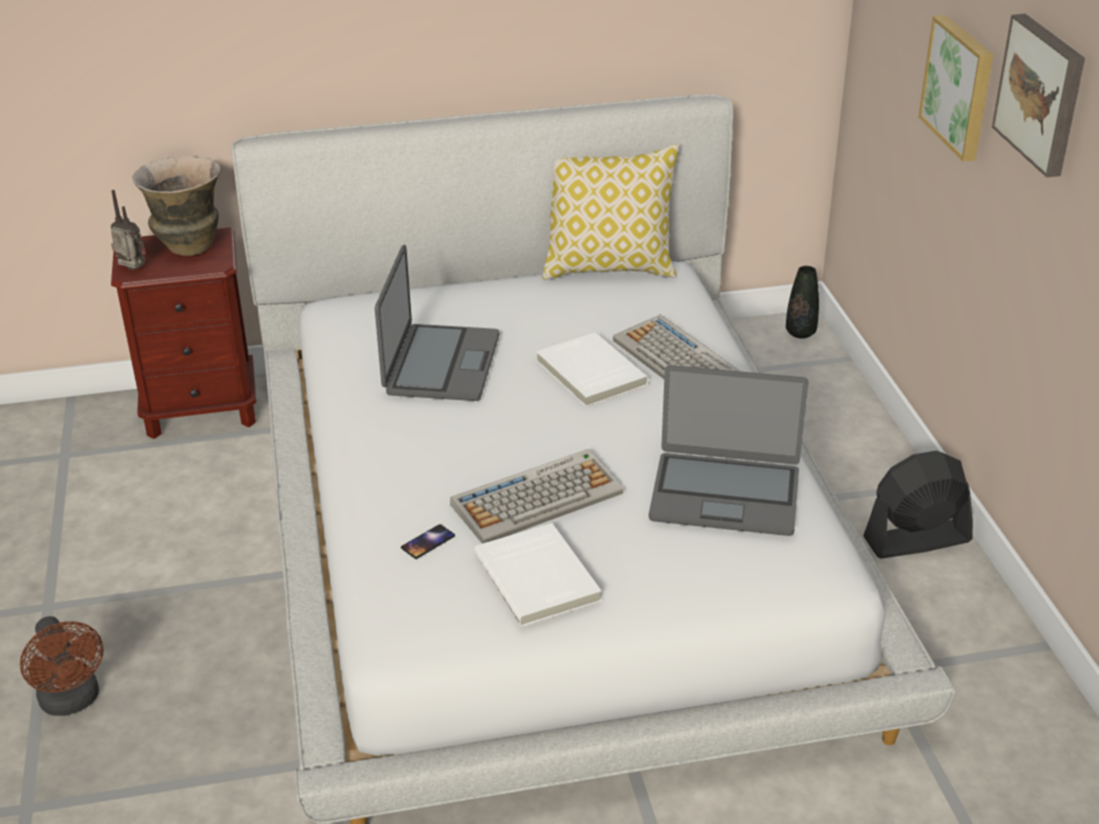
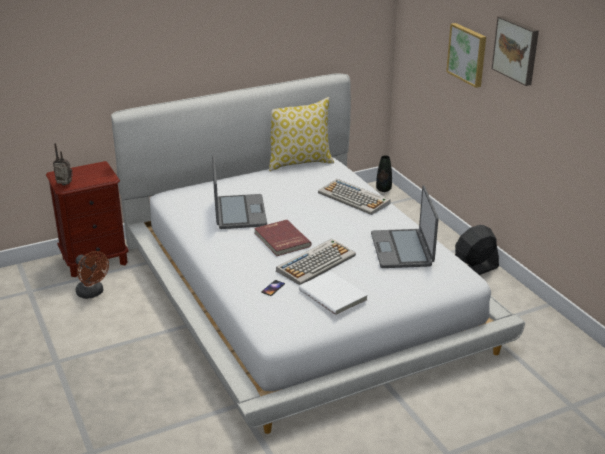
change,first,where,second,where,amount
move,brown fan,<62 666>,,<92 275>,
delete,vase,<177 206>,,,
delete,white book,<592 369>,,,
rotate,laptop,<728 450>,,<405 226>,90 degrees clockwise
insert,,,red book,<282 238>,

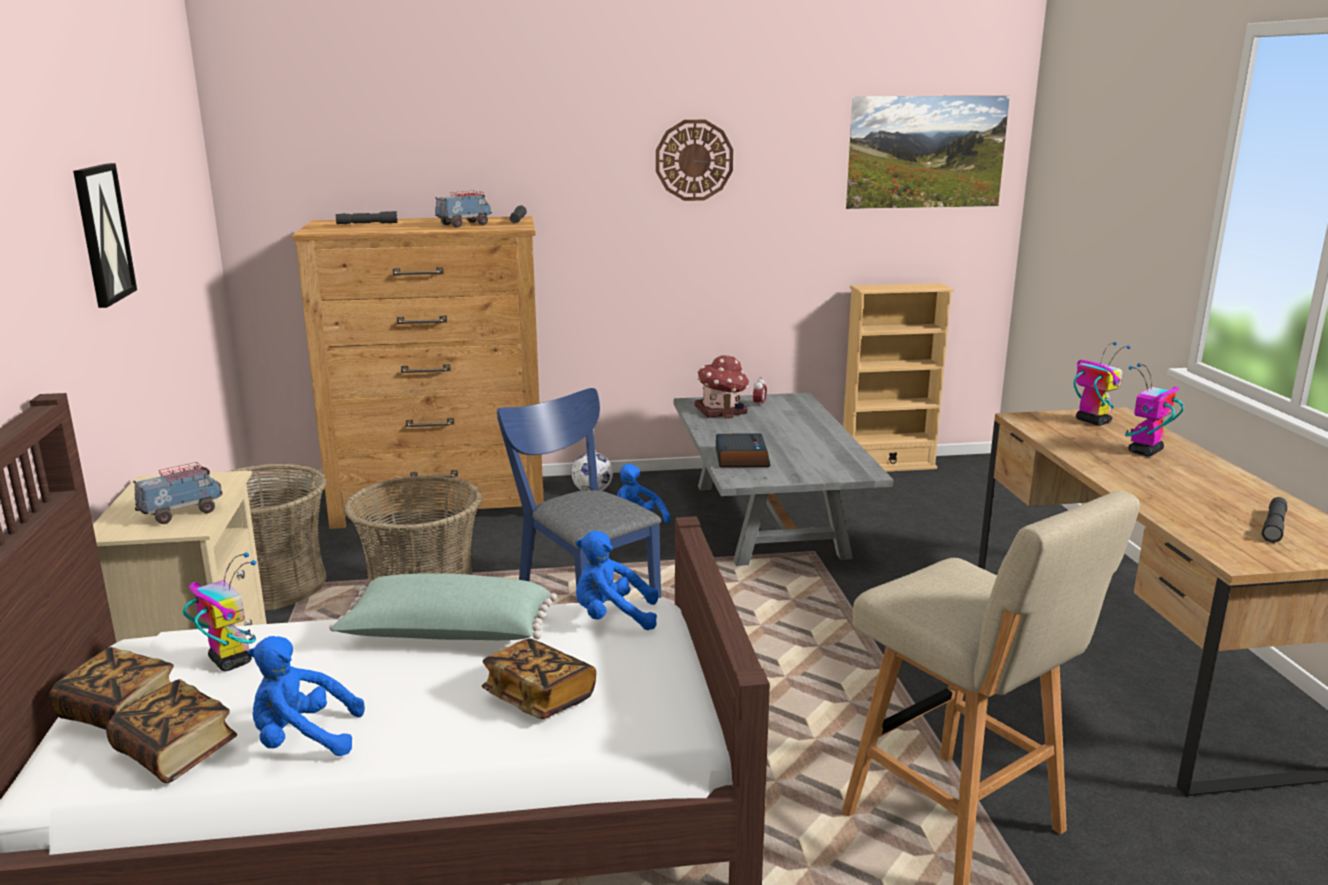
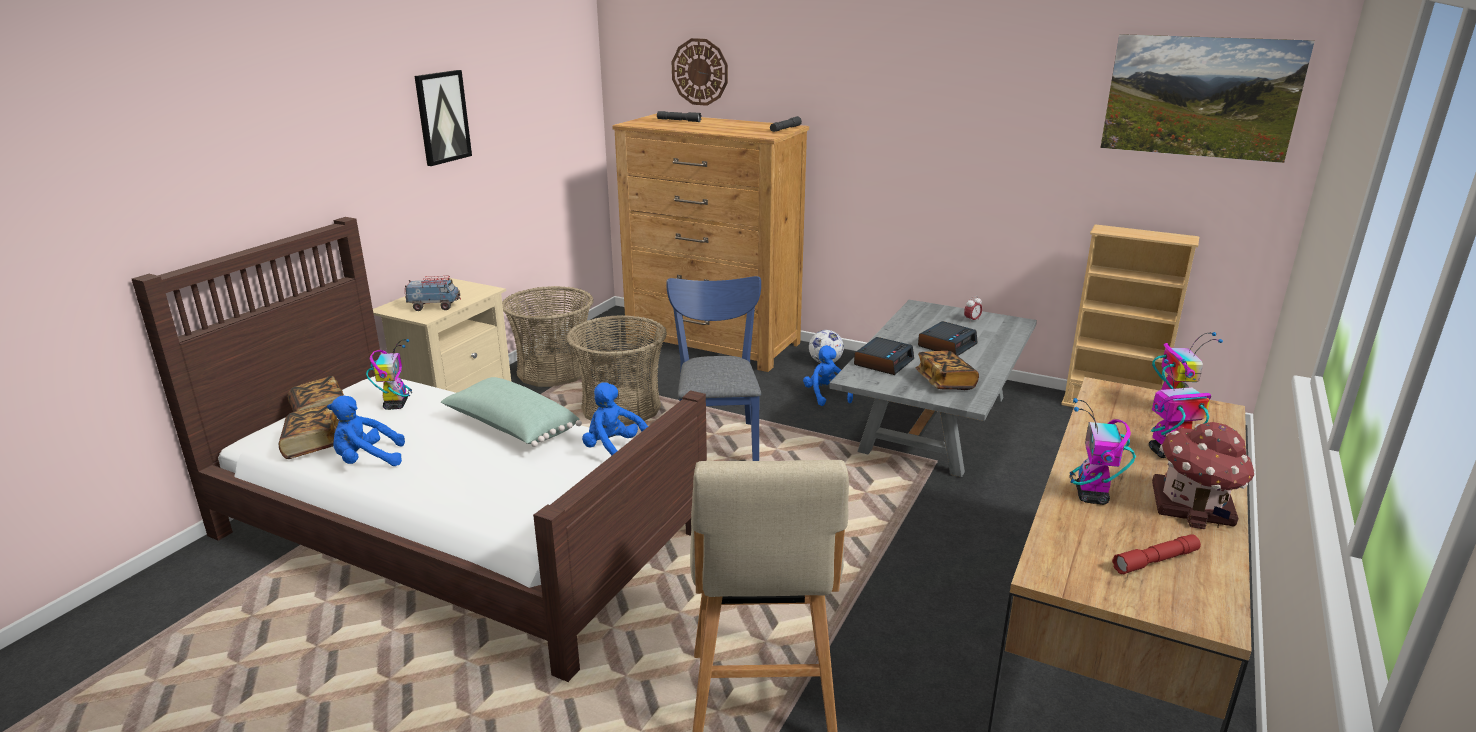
change,first,where,second,where,amount
rotate,blue plush toy,<306 696>,,<366 431>,45 degrees counterclockwise
delete,toy truck,<463 209>,,,
move,book,<539 678>,,<947 370>,
move,wall clock,<694 160>,,<700 72>,
move,toy house,<722 387>,,<1203 475>,
recolor,grey flashlight,<1274 520>,red flashlight,<1156 554>,
insert,,,alarm clock,<948 338>,
insert,,,toy robot,<1102 451>,

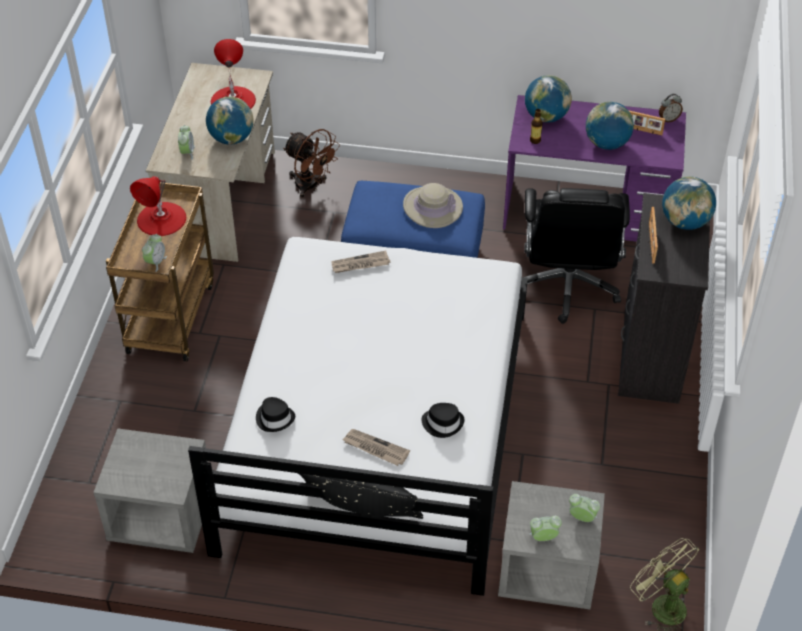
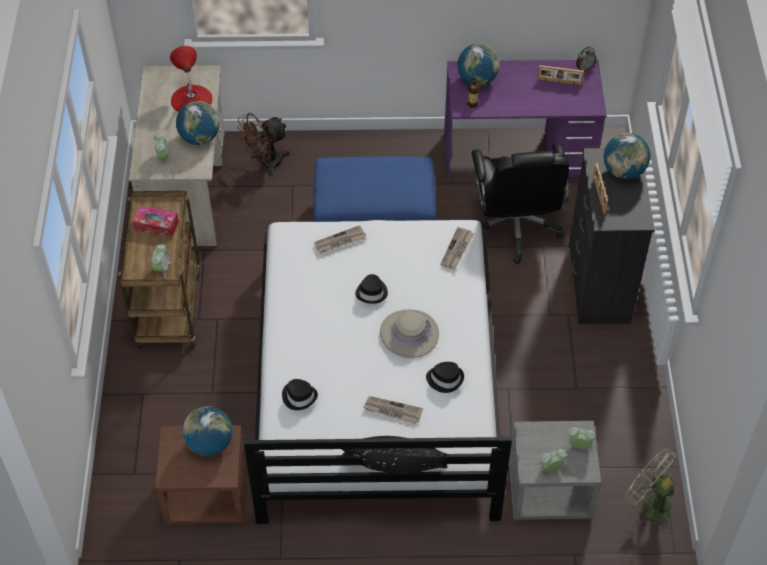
change,first,where,second,where,amount
recolor,grey nightstand,<150 490>,brown nightstand,<201 474>,
replace,red table lamp,<158 206>,tissue box,<156 221>,
rotate,brown fan,<311 163>,,<263 144>,120 degrees clockwise
move,beige hat,<433 205>,,<409 333>,
move,globe,<610 125>,,<208 431>,
insert,,,black hat,<371 289>,
insert,,,newspaper,<457 248>,

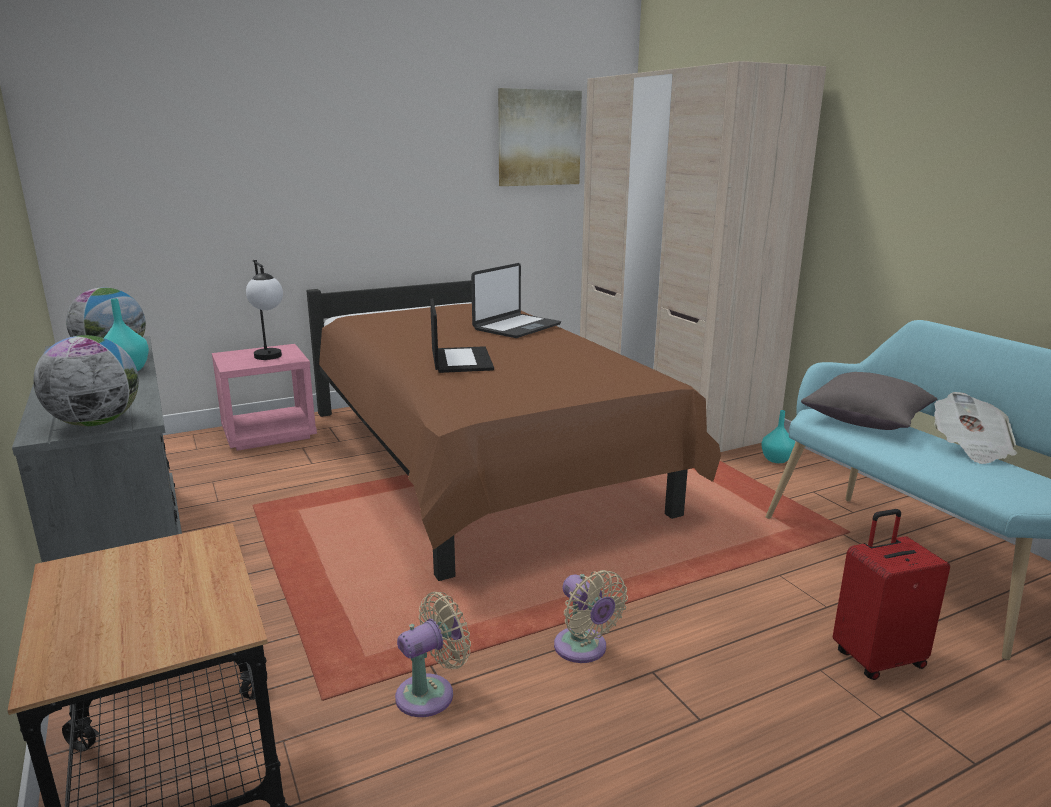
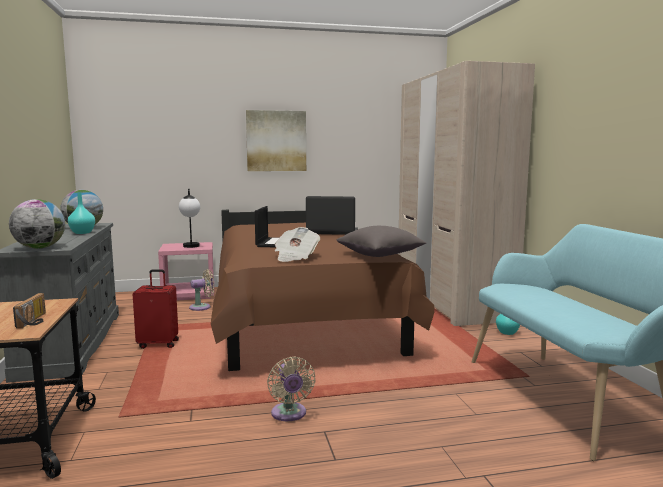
change,first,where,second,where,amount
move,beige fan,<433 654>,,<201 290>,
rotate,laptop,<516 300>,,<332 215>,135 degrees counterclockwise
move,picture,<540 137>,,<276 140>,
move,grey pillow,<869 401>,,<381 241>,
move,red suitcase,<891 594>,,<156 309>,
move,newspaper,<975 428>,,<297 244>,
insert,,,radio,<29 310>,

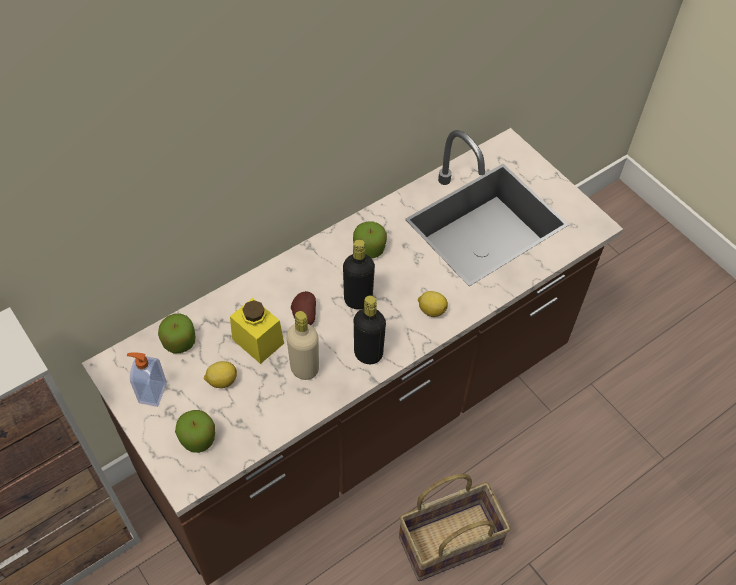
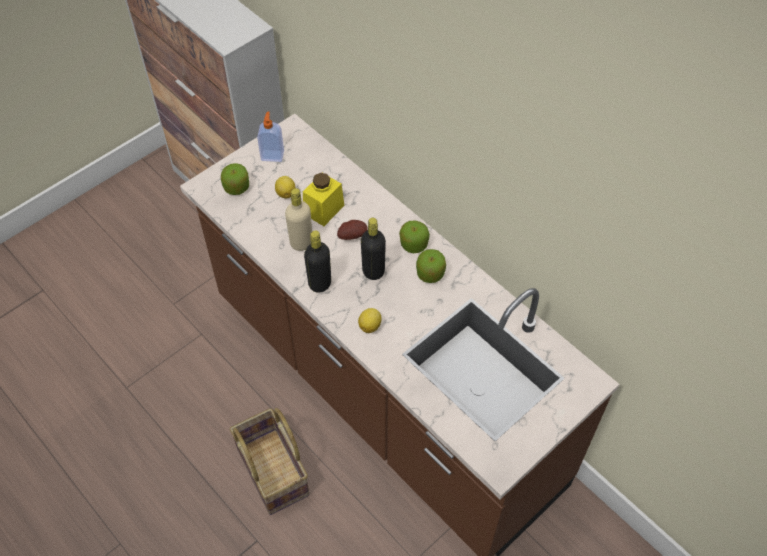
change,first,where,second,where,amount
move,apple,<176 333>,,<414 237>,

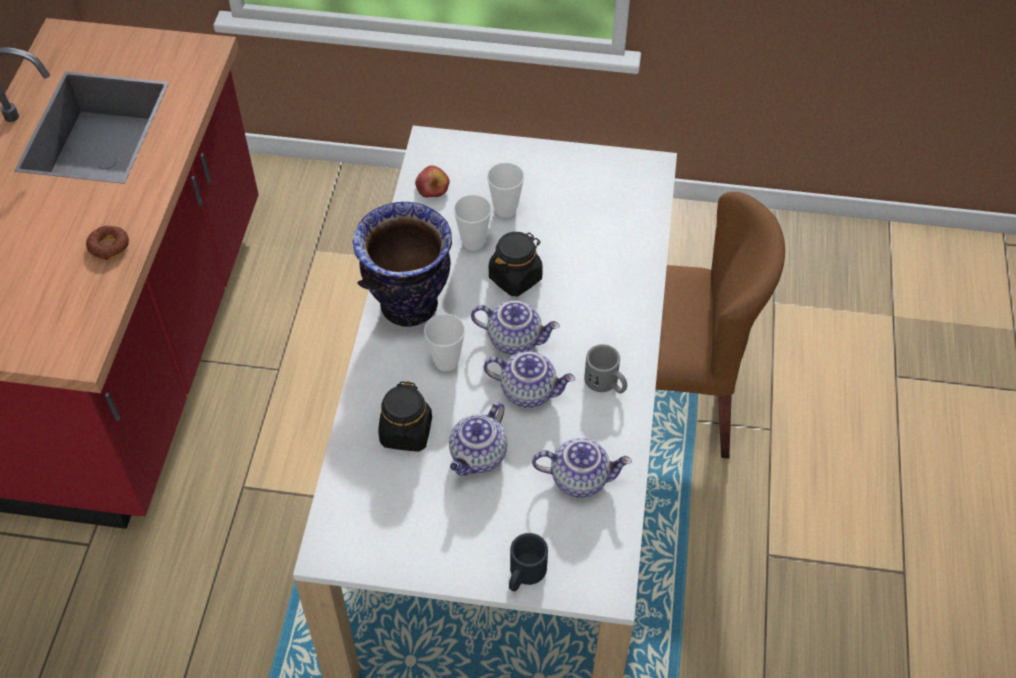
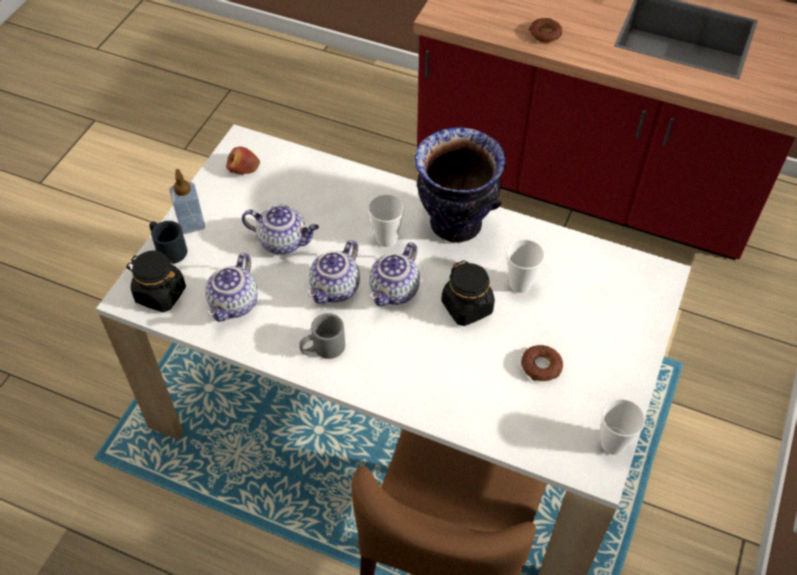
change,first,where,second,where,amount
move,black jar,<405 416>,,<156 281>,
move,apple,<432 181>,,<243 160>,
rotate,teapot,<478 439>,,<280 229>,150 degrees clockwise
move,cup,<506 190>,,<622 427>,
insert,,,soap dispenser,<187 201>,
insert,,,donut,<542 363>,

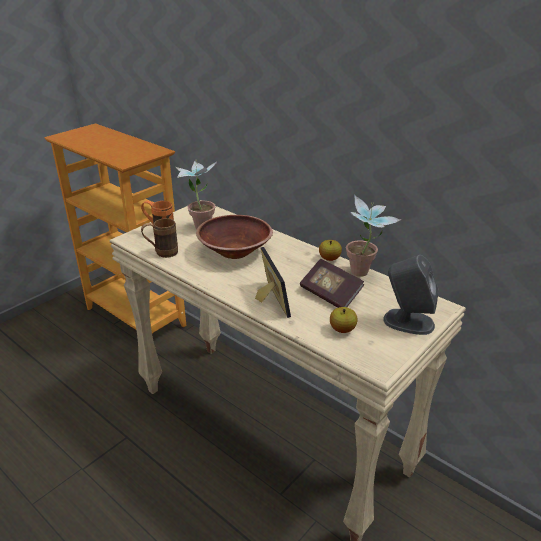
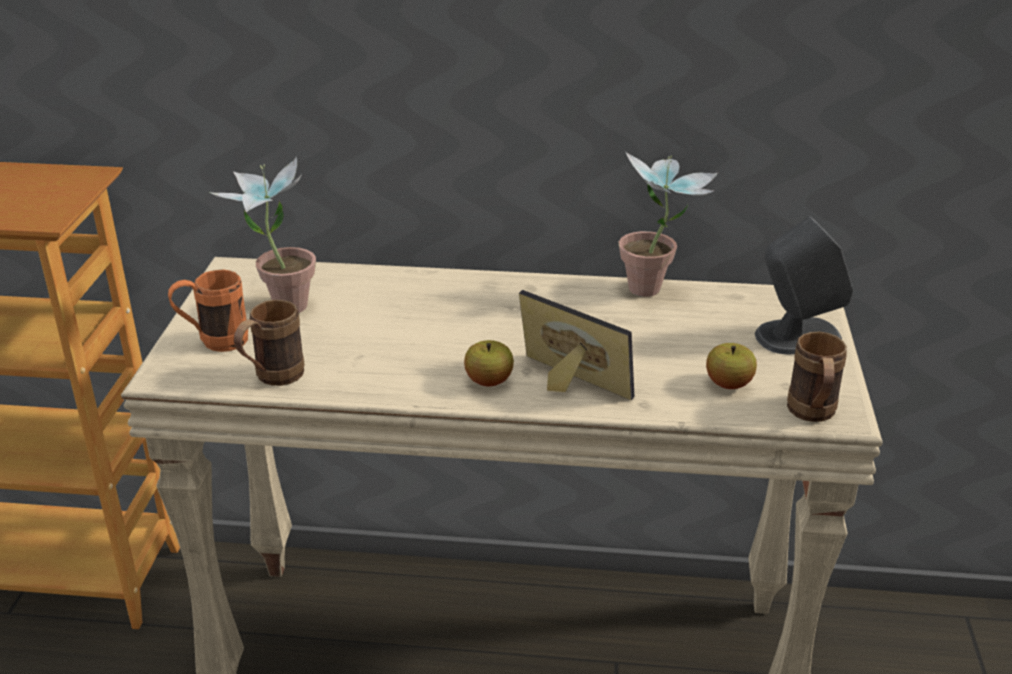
change,first,where,second,where,amount
delete,brown bowl,<234 237>,,,
delete,book,<332 283>,,,
move,apple,<330 250>,,<489 363>,
insert,,,brown mug,<817 377>,

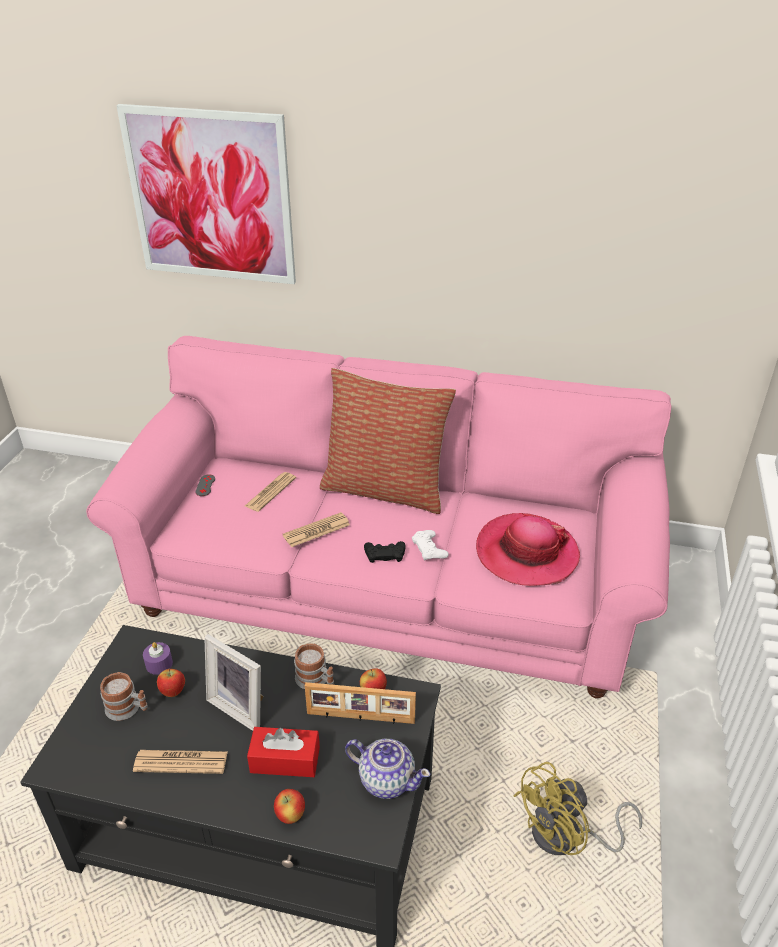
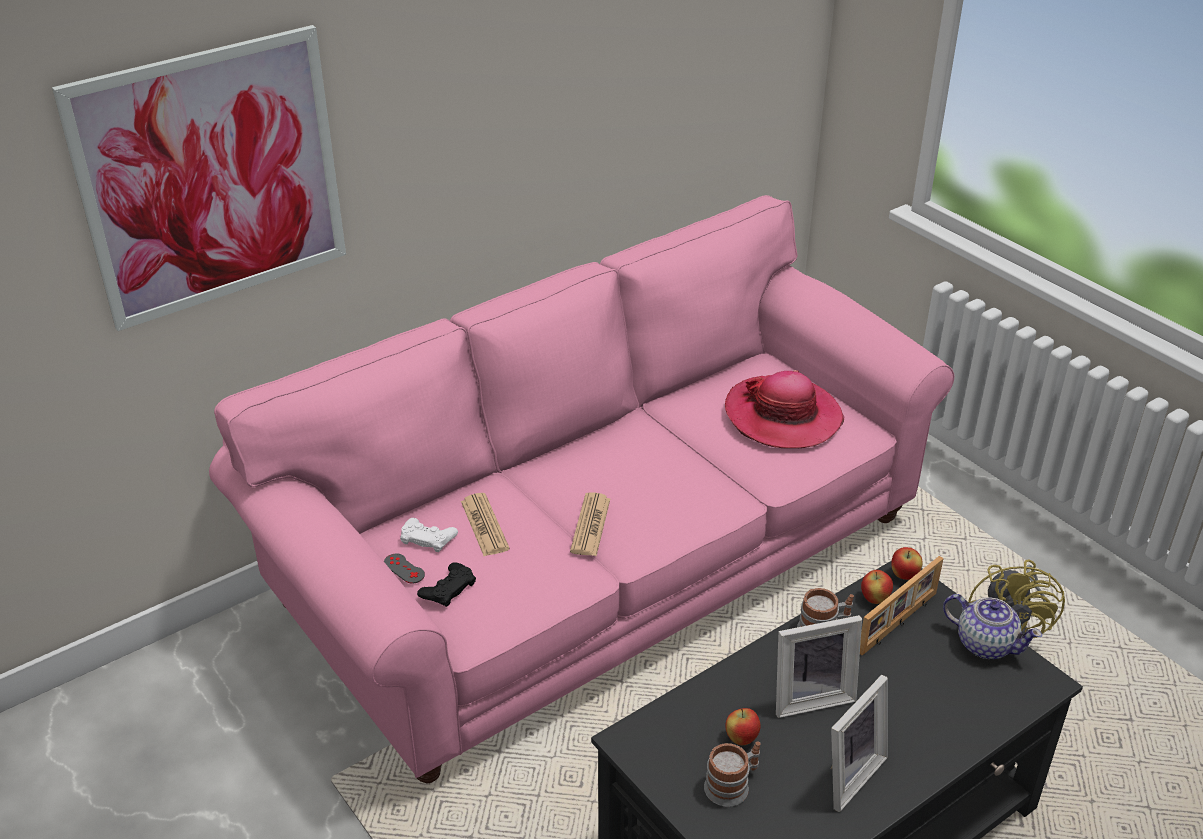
change,first,where,second,where,amount
replace,newspaper,<180 762>,picture frame,<859 743>,
delete,purple candle,<158 658>,,,
delete,red tissue box,<283 752>,,,
move,apple,<289 806>,,<907 563>,
delete,pillow,<388 441>,,,
rotate,teapot,<387 768>,,<992 626>,60 degrees clockwise
move,black game controller,<385 552>,,<446 584>,
move,white game controller,<430 545>,,<429 535>,

